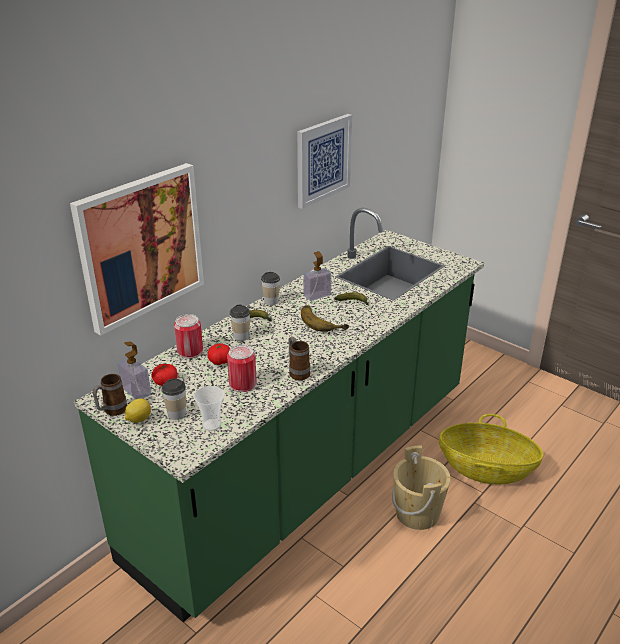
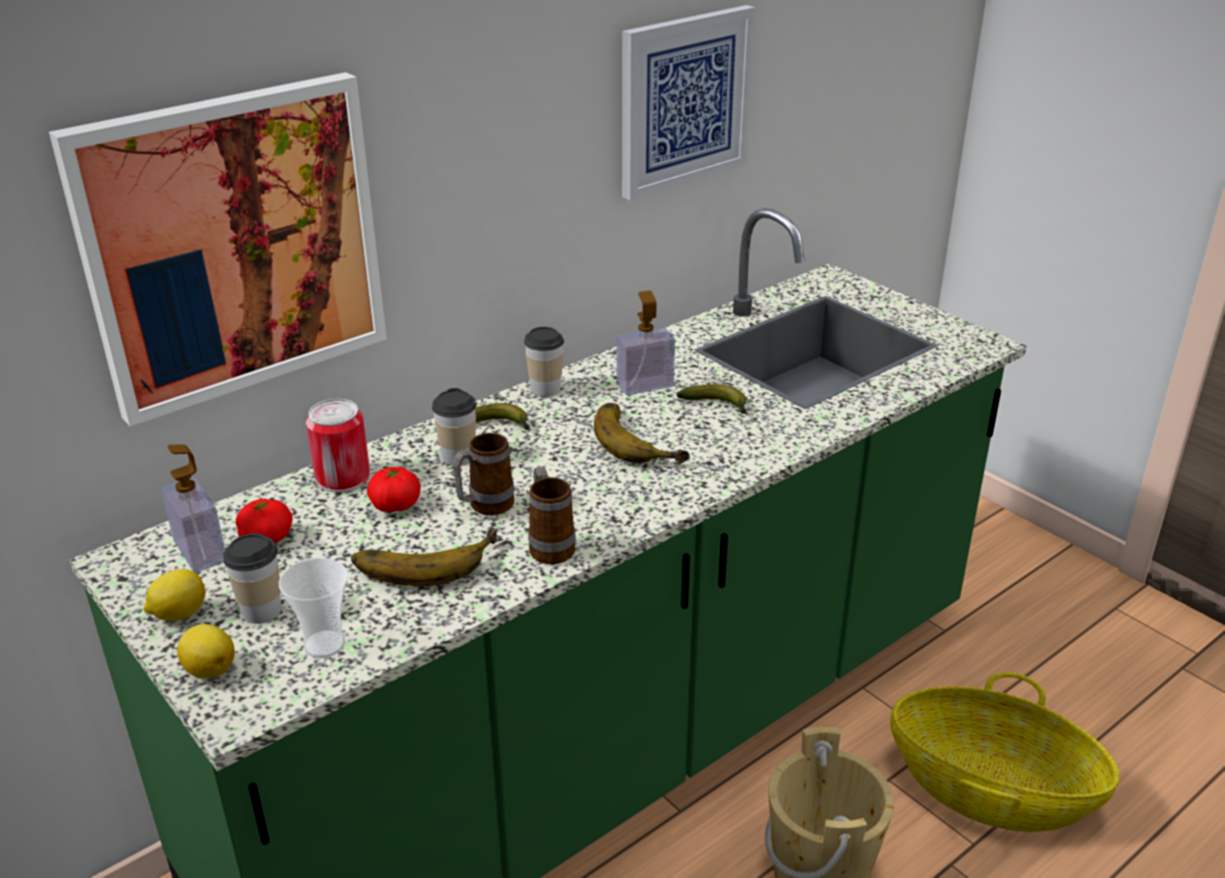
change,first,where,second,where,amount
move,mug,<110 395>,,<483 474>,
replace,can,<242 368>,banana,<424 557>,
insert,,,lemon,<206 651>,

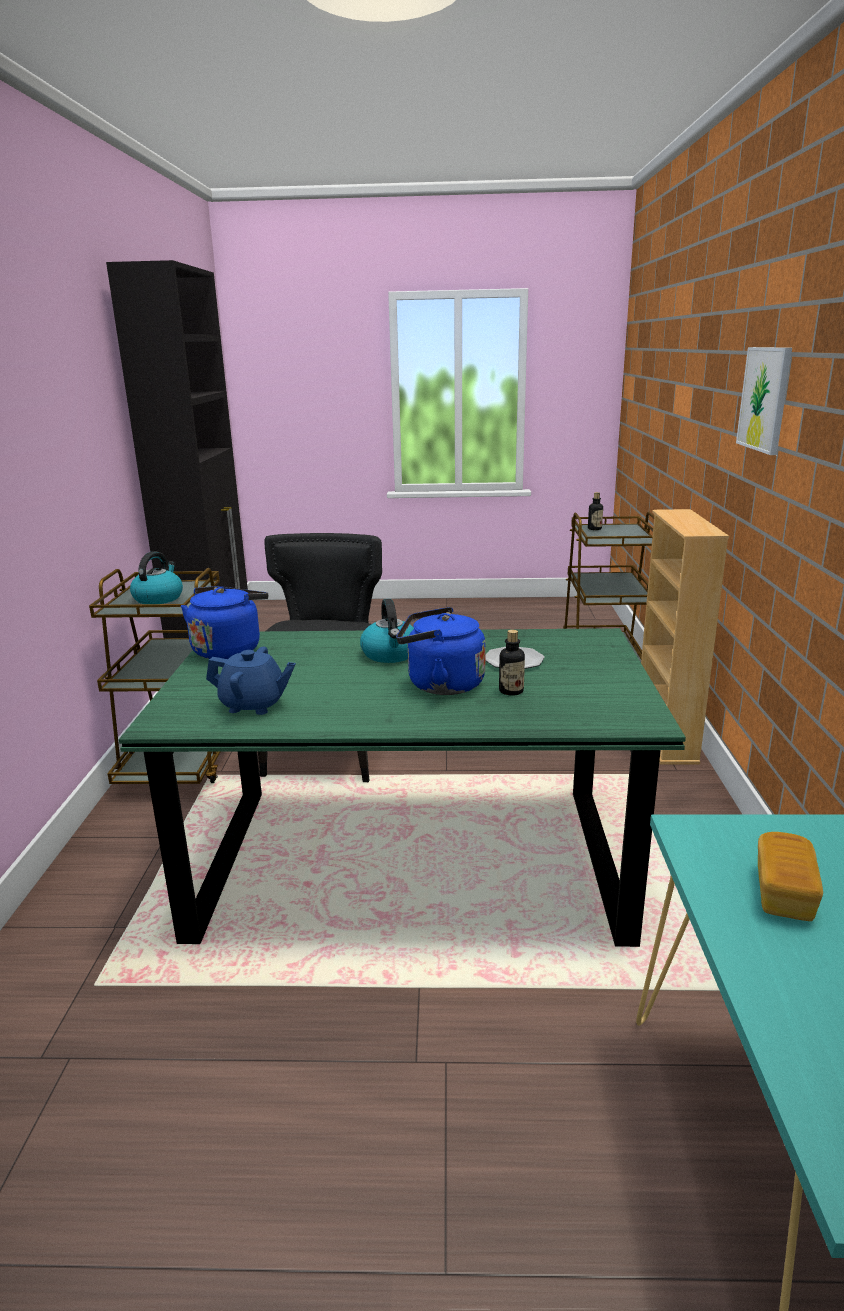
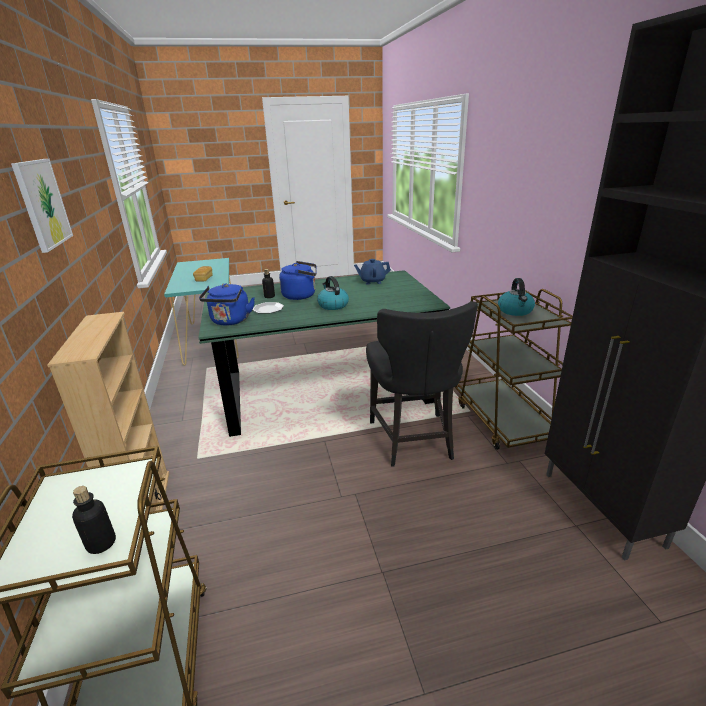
change,first,where,second,where,amount
move,blue kettle,<224 622>,,<227 304>,

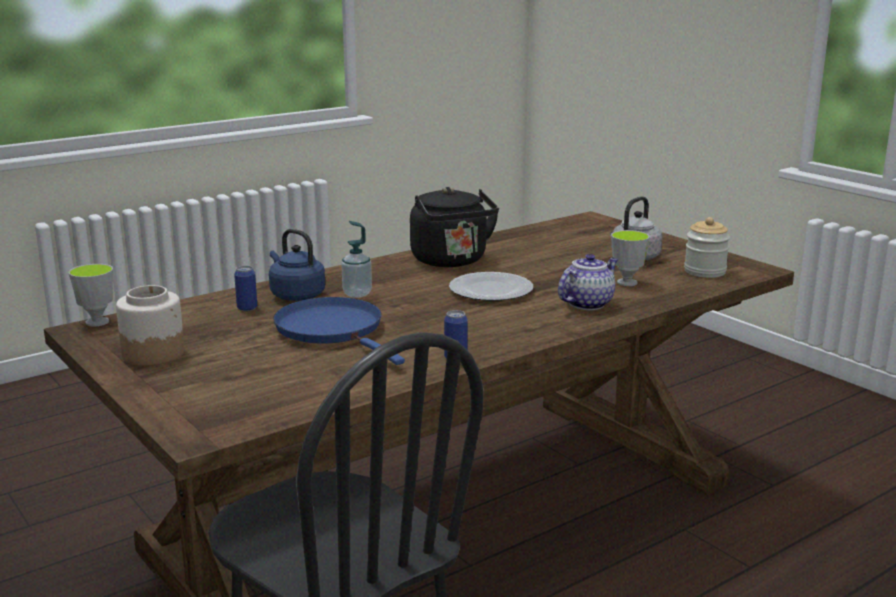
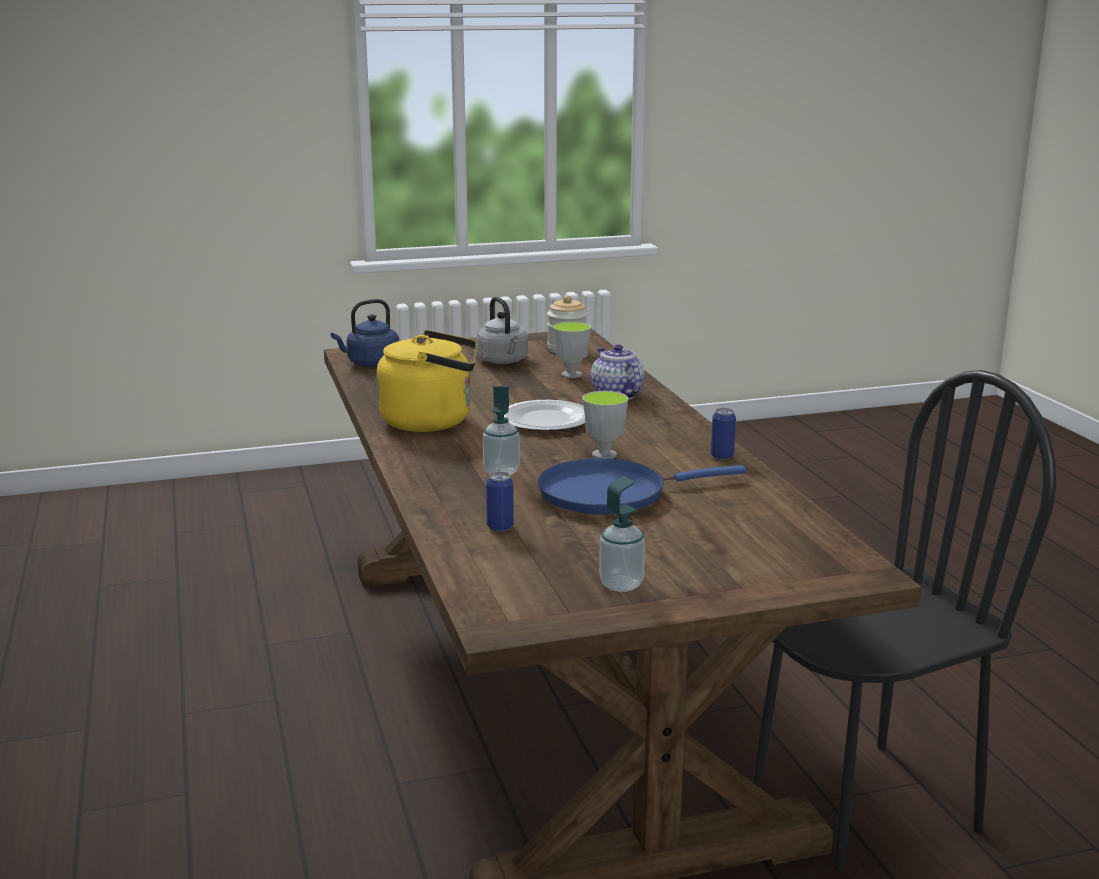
change,first,where,second,where,amount
move,cup,<90 295>,,<605 425>,
replace,jar,<150 325>,soap dispenser,<622 534>,
move,blue kettle,<297 265>,,<365 333>,
recolor,black kettle,<454 227>,yellow kettle,<426 381>,

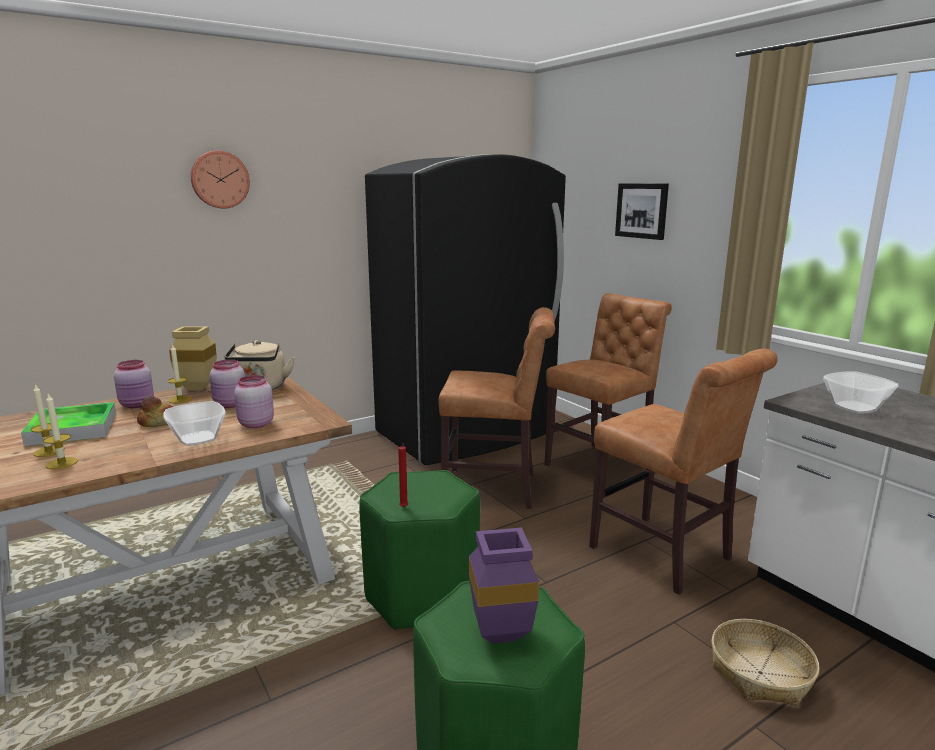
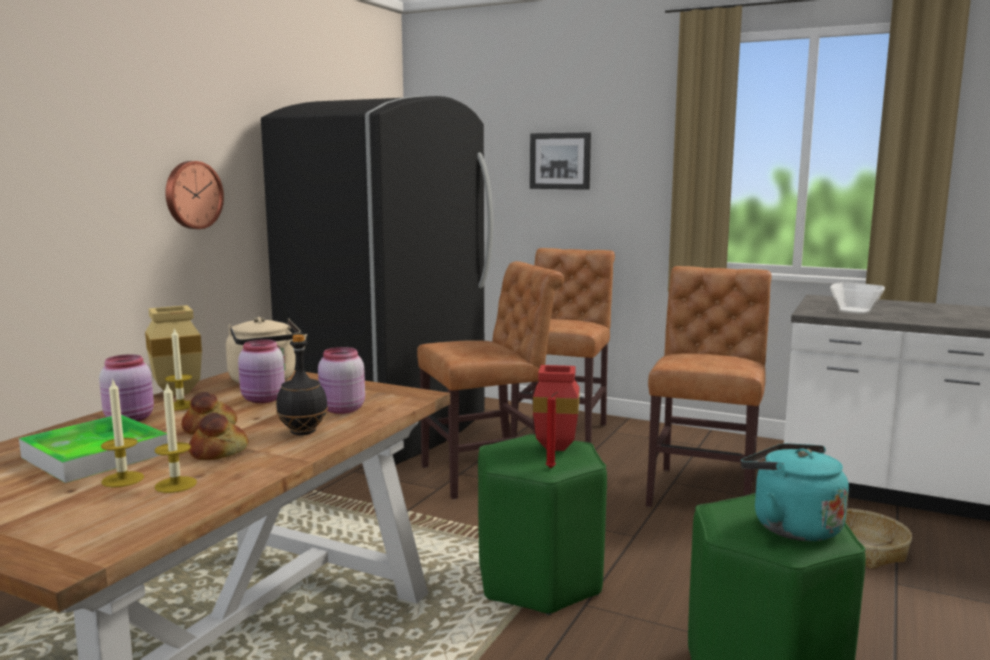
change,first,where,second,where,amount
replace,bowl,<194 423>,black bottle,<302 384>,
move,wall clock,<220 179>,,<194 195>,
replace,purple vase,<504 585>,turquoise kettle,<795 492>,
rotate,brown chair,<683 472>,,<709 386>,90 degrees counterclockwise
insert,,,bread,<218 436>,
insert,,,red vase,<556 408>,

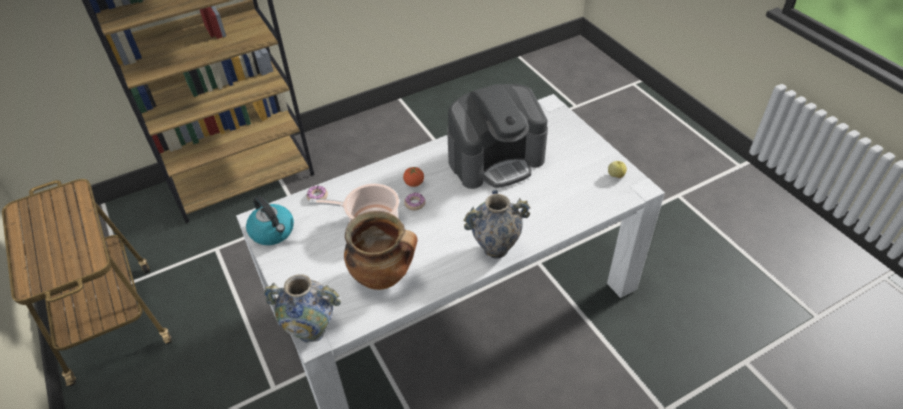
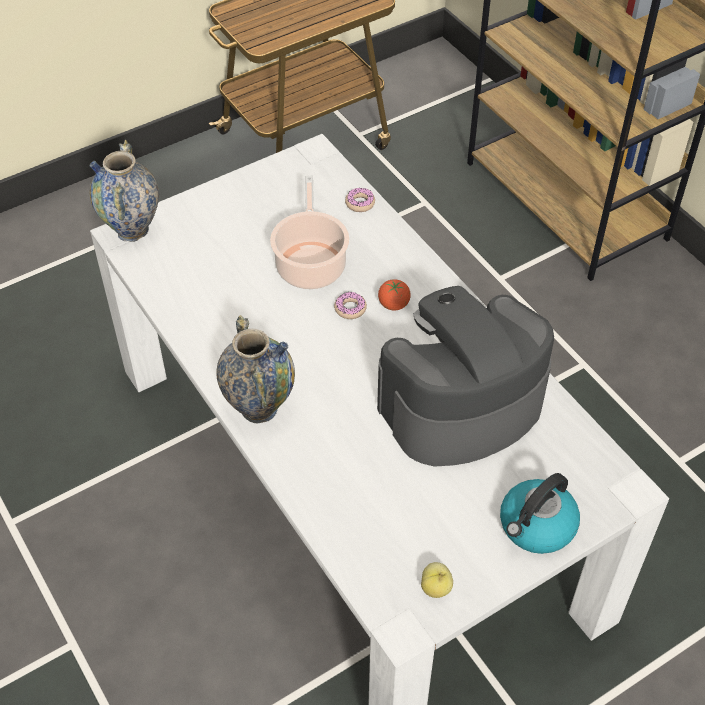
change,first,where,second,where,amount
move,kettle,<270 220>,,<540 513>,
delete,cooking pot,<381 250>,,,
rotate,coffee machine,<497 136>,,<465 376>,90 degrees clockwise

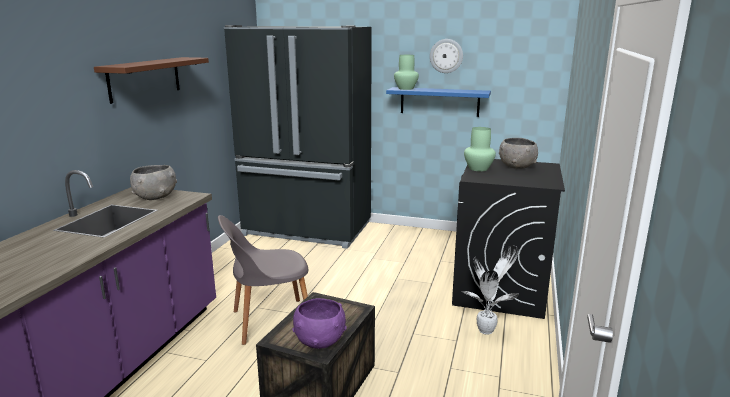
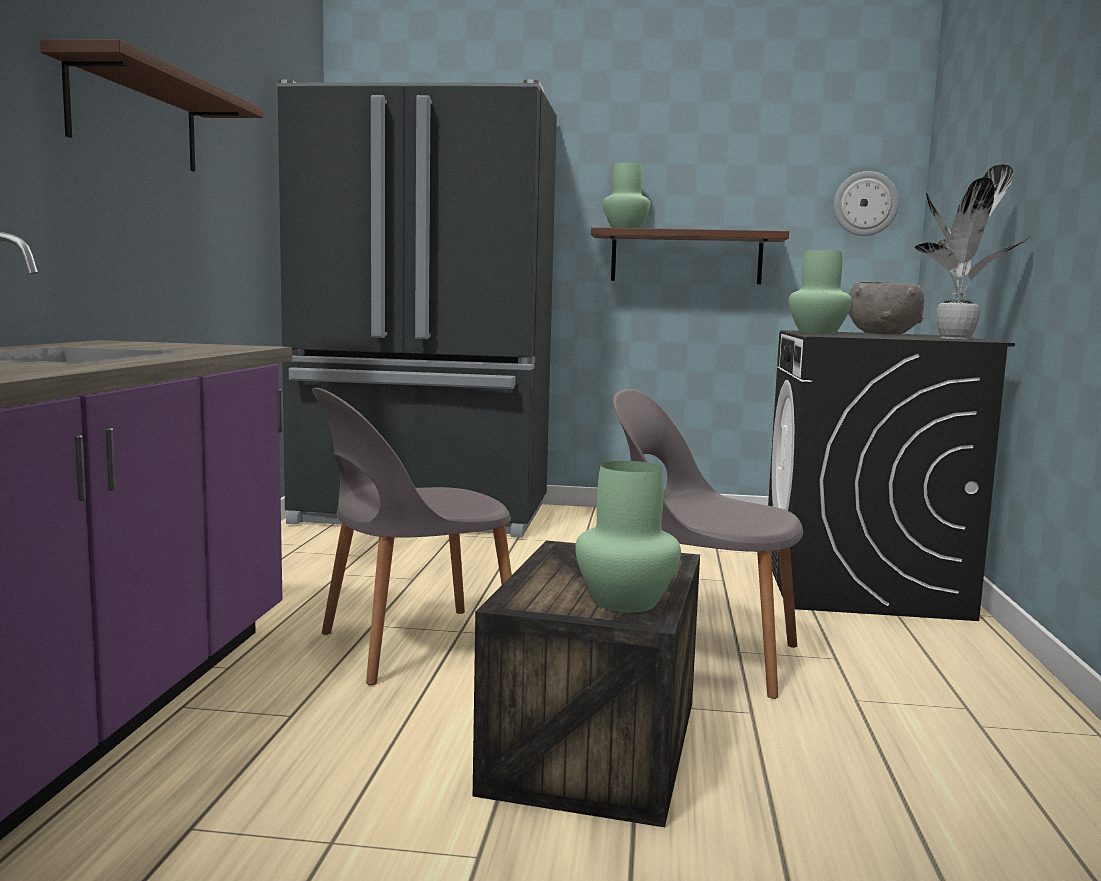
change,first,where,second,where,amount
delete,grey bowl,<153 182>,,,
replace,purple bowl,<320 323>,green vase,<628 537>,
recolor,blue shelf,<438 102>,brown shelf,<690 255>,
move,wall clock,<446 56>,,<866 203>,
move,potted plant,<490 290>,,<973 252>,
insert,,,grey chair,<707 544>,

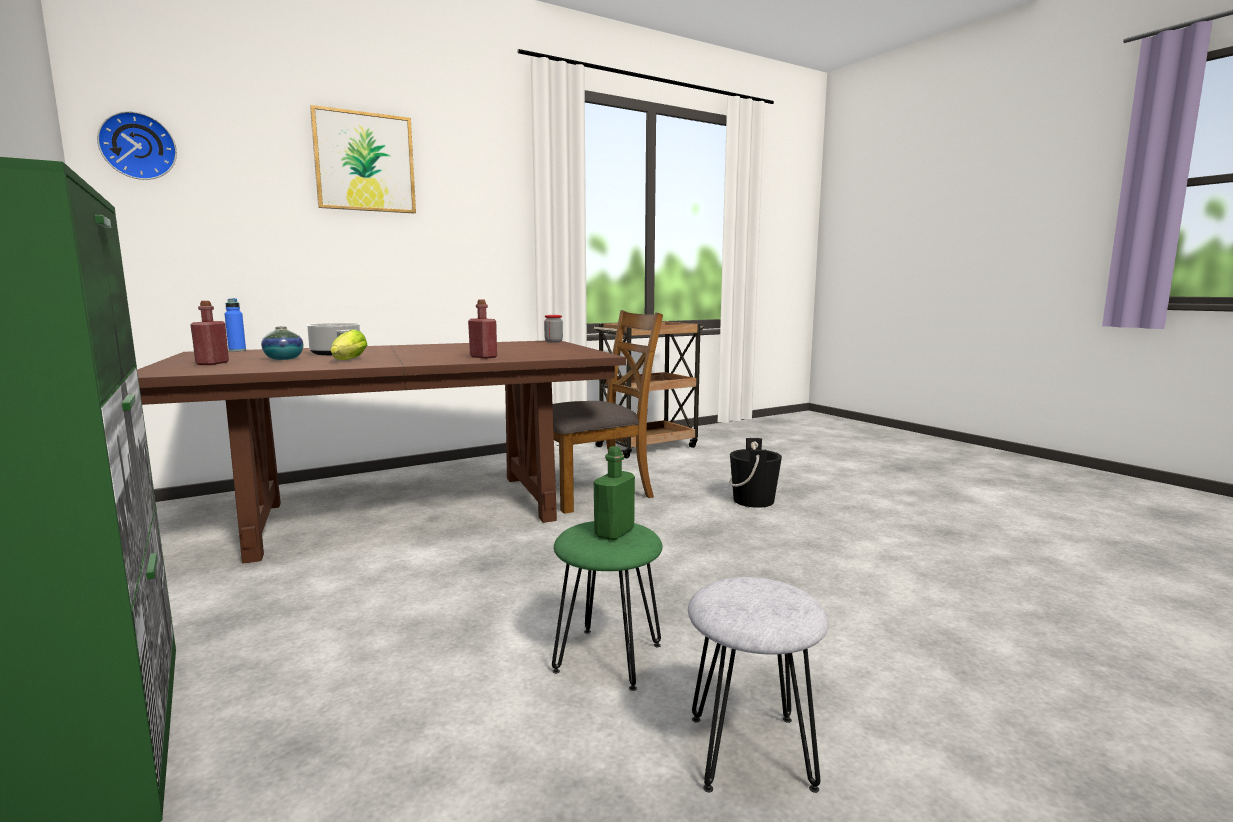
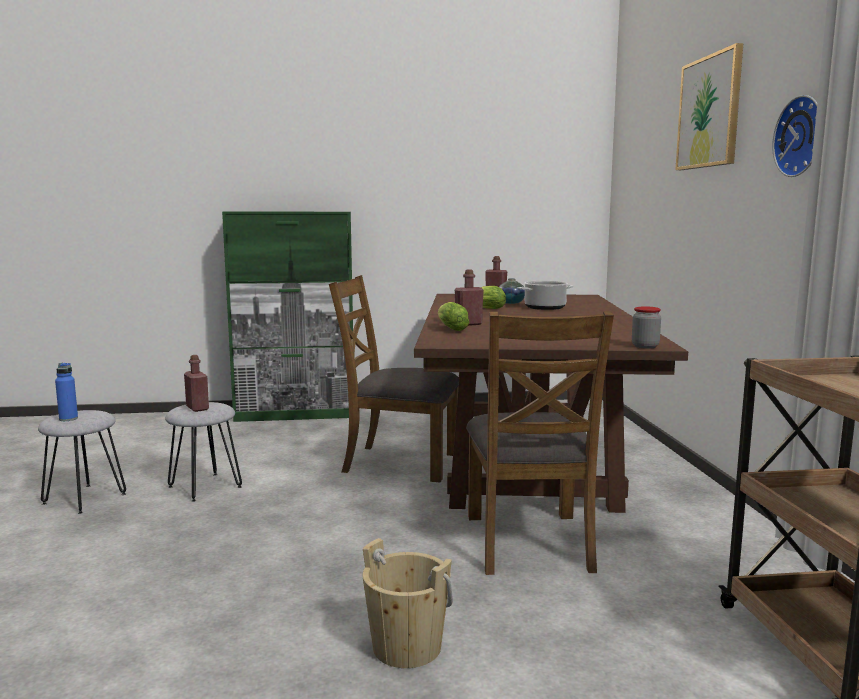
change,first,where,second,where,amount
move,wall clock,<137 145>,,<794 136>,
move,blue bottle,<235 325>,,<66 392>,
recolor,green stool,<607 606>,grey stool,<203 452>,
recolor,green bottle,<614 493>,red bottle,<196 383>,
recolor,black bucket,<755 473>,beige bucket,<407 603>,
insert,,,brown chair,<394 378>,
insert,,,lettuce,<453 316>,

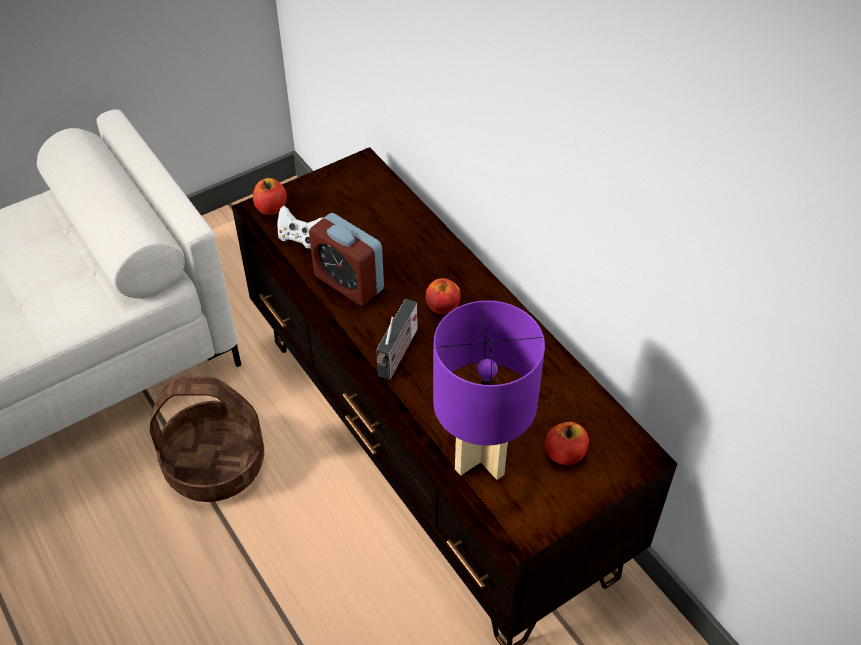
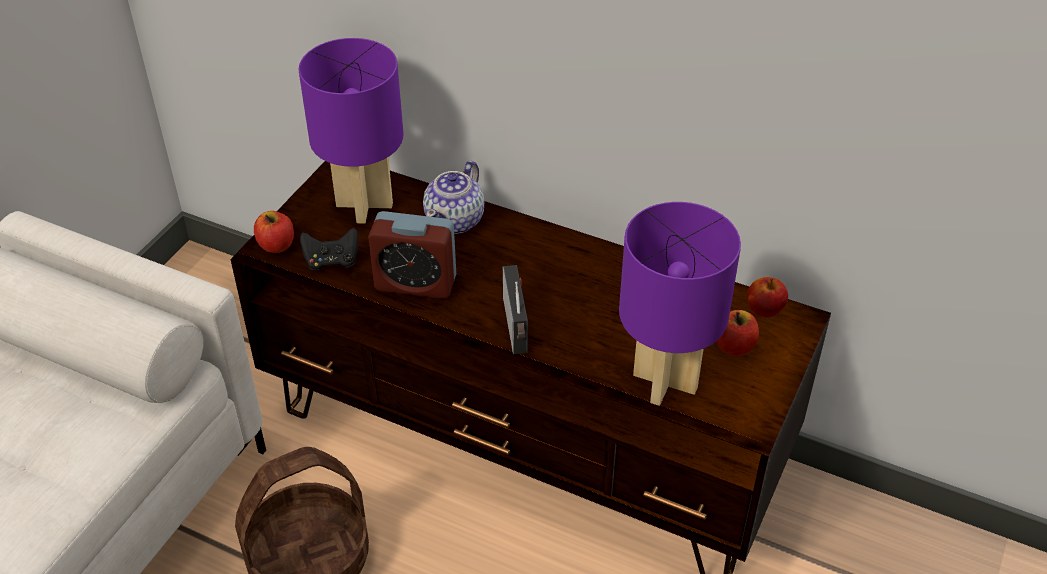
change,first,where,second,where,amount
recolor,white game controller,<300 227>,black game controller,<329 249>,
move,apple,<443 296>,,<767 297>,
insert,,,purple table lamp,<350 131>,
insert,,,teapot,<453 197>,

